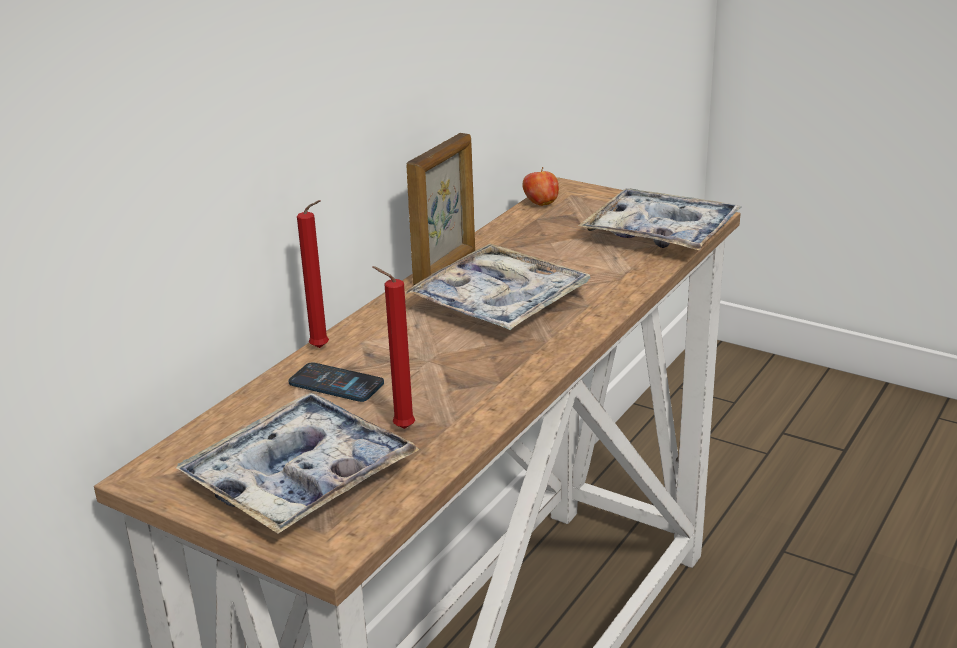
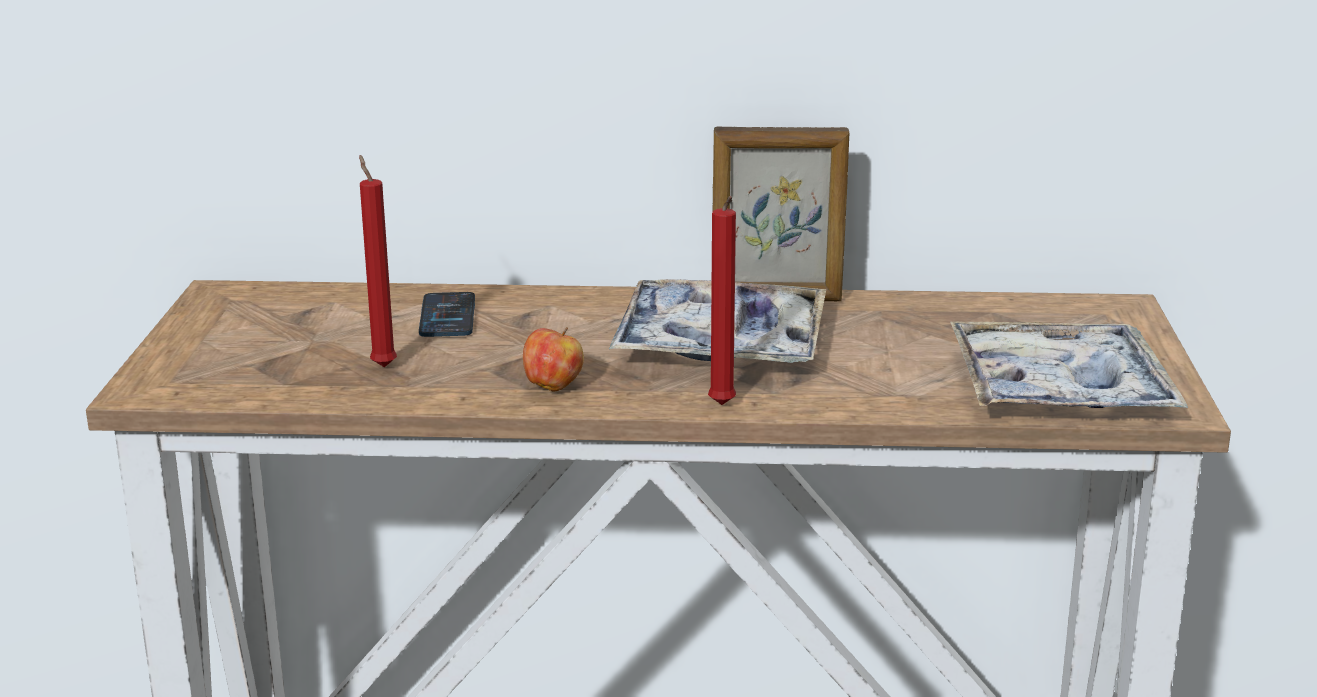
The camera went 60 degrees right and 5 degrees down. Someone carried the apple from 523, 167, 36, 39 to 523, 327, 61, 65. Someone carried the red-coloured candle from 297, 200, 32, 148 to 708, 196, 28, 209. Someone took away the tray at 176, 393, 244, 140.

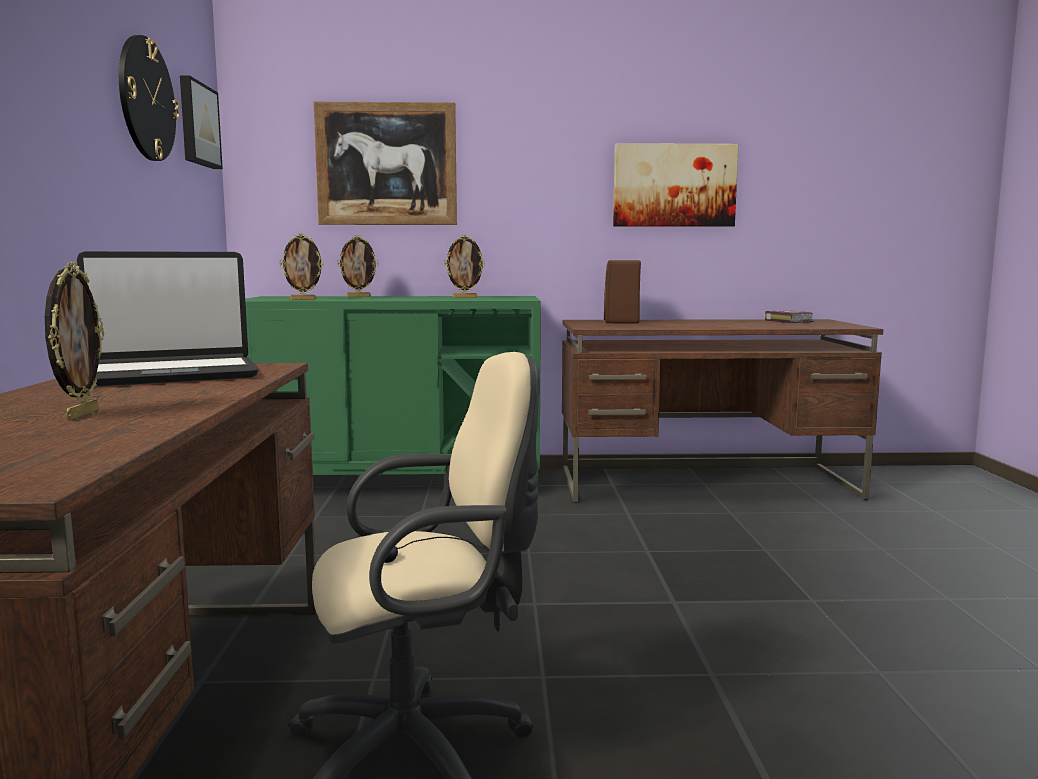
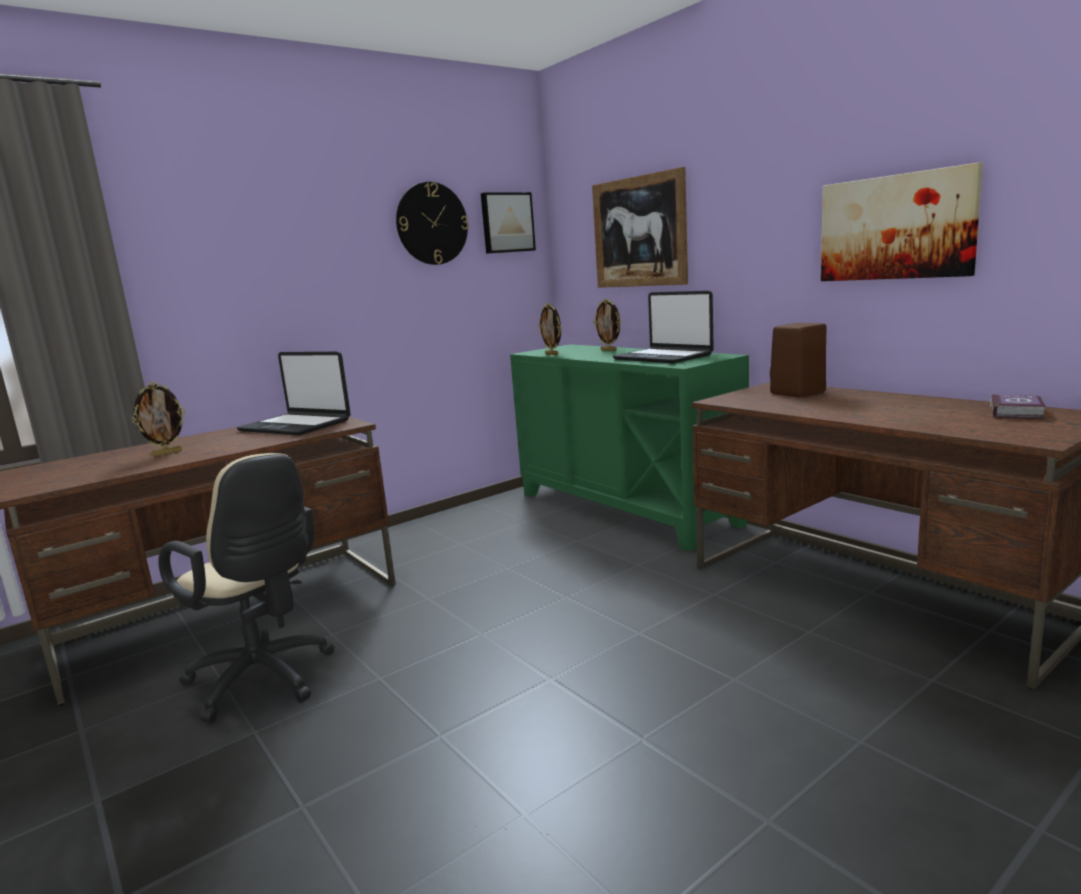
The camera went 55 degrees right and 5 degrees up. Someone swapped the picture frame at 444, 234, 41, 64 for the laptop at 613, 291, 101, 73.

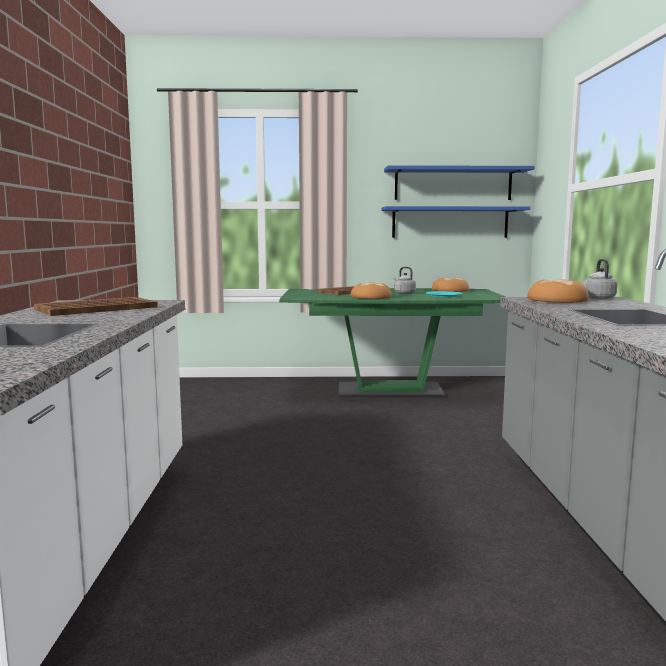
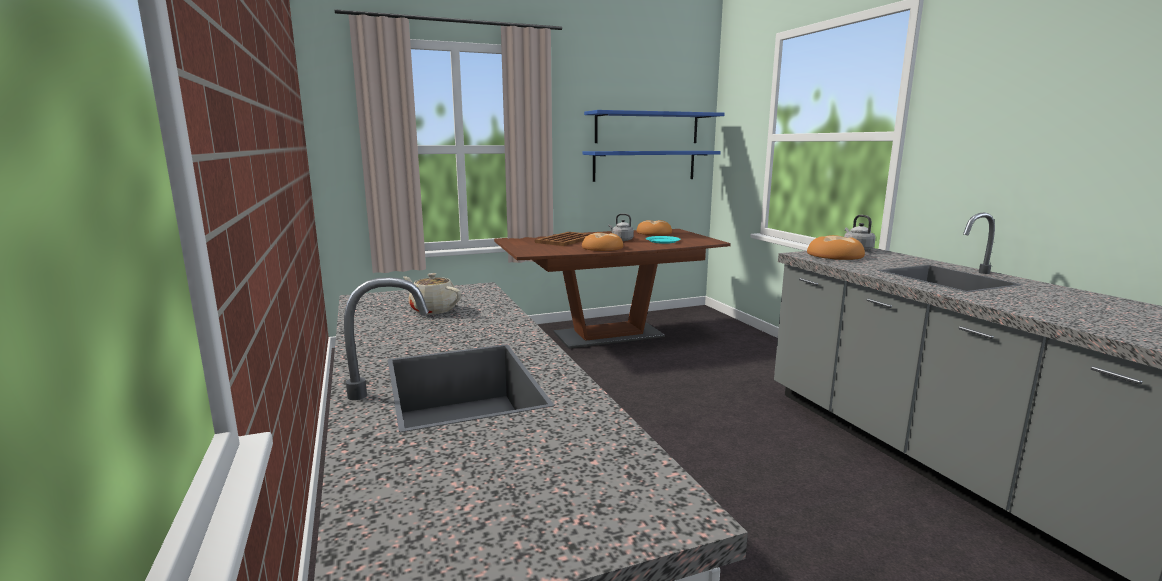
The camera went 20 degrees left and 5 degrees up. Someone swapped the brown tray at 34, 297, 124, 19 for the beige-coloured pot for tea at 403, 273, 58, 41. Someone repainted the green-coloured kitchen table at 279, 288, 227, 109, which became the brown kitchen table at 494, 229, 237, 120.

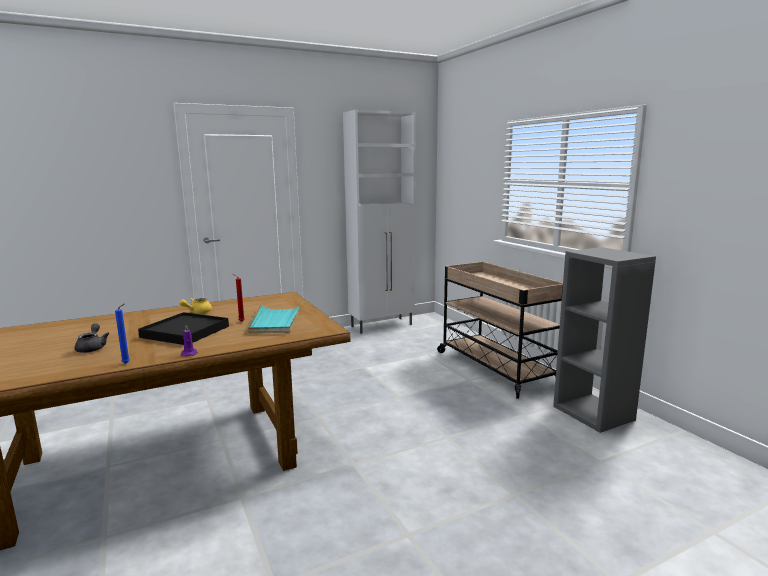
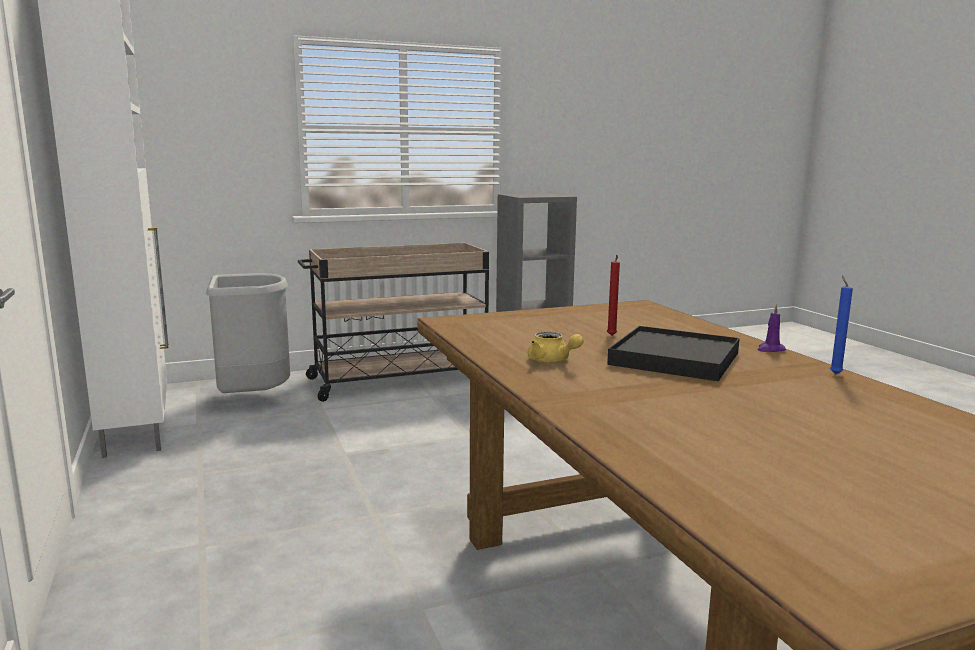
The camera went 85 degrees left and 0 degrees up. Someone put down the grey rubbish bin at 206, 273, 84, 120. Someone took away the grey pot for tea at 75, 323, 34, 30. Someone took away the turquoise tray at 248, 302, 55, 32.

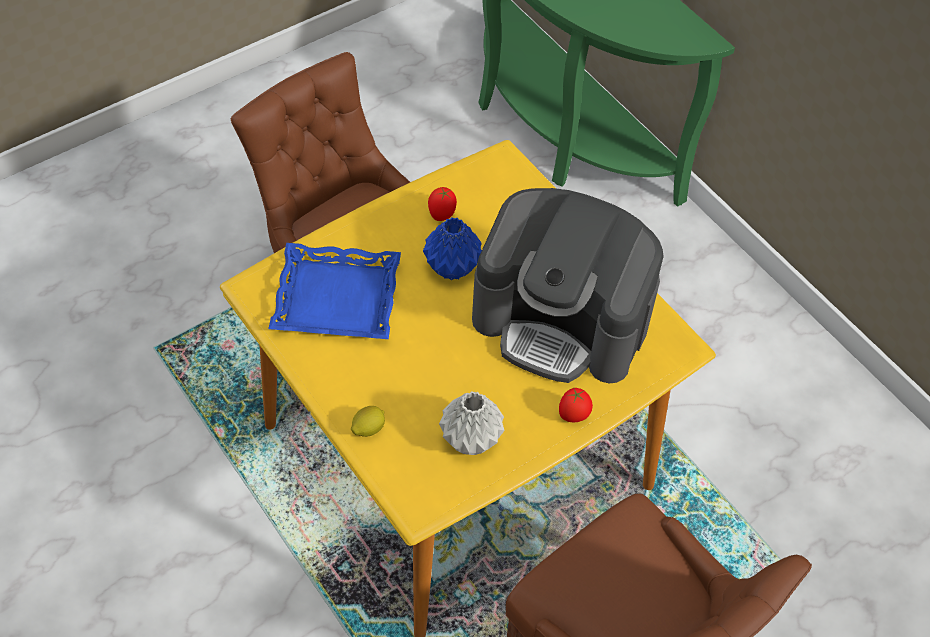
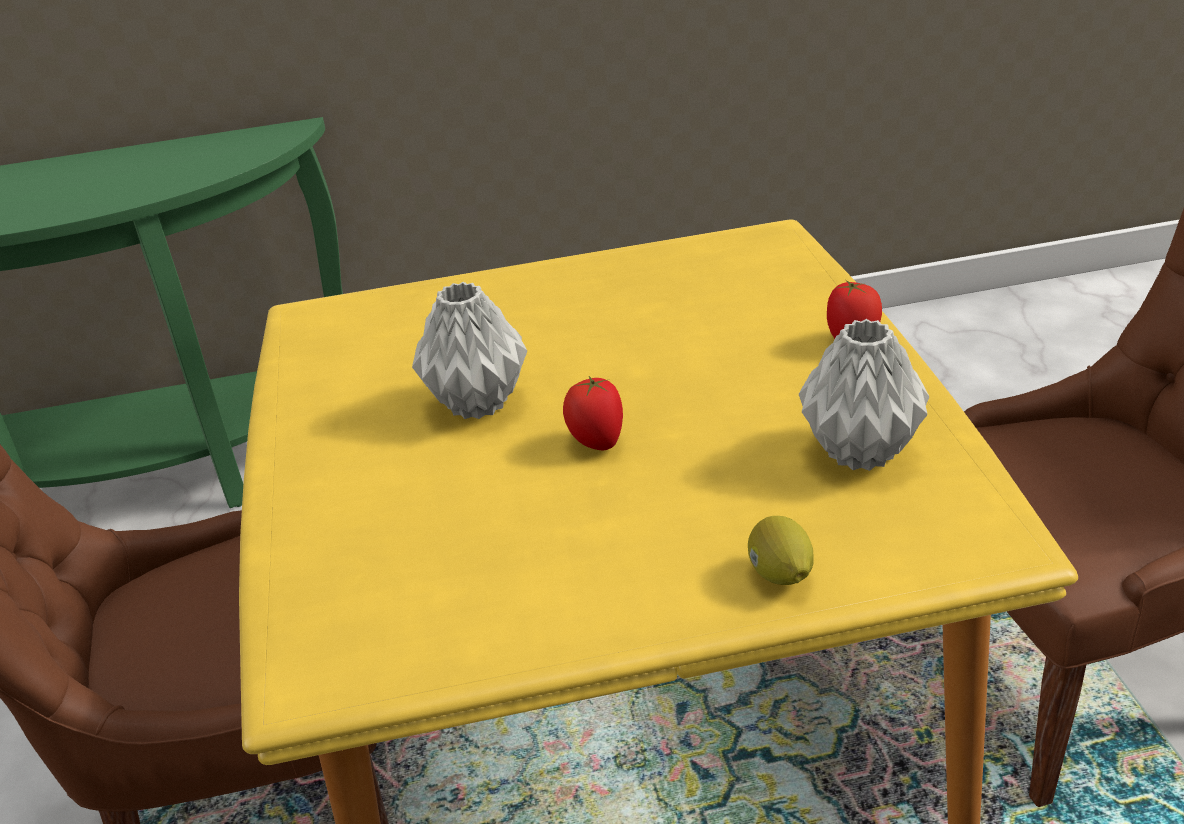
The camera went 60 degrees left and 20 degrees down. Someone repainted the blue-coloured vase at 423, 217, 59, 63, which became the grey vase at 412, 282, 115, 137. Someone carried the whole tomato from 428, 187, 29, 34 to 563, 376, 60, 74. Someone took away the blue-coloured tray at 268, 243, 133, 96. Someone took away the coffee brewer at 472, 188, 192, 196.

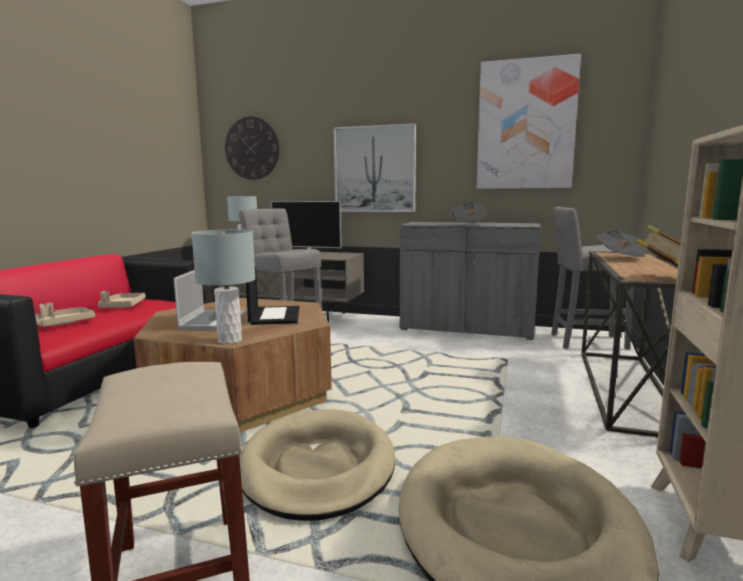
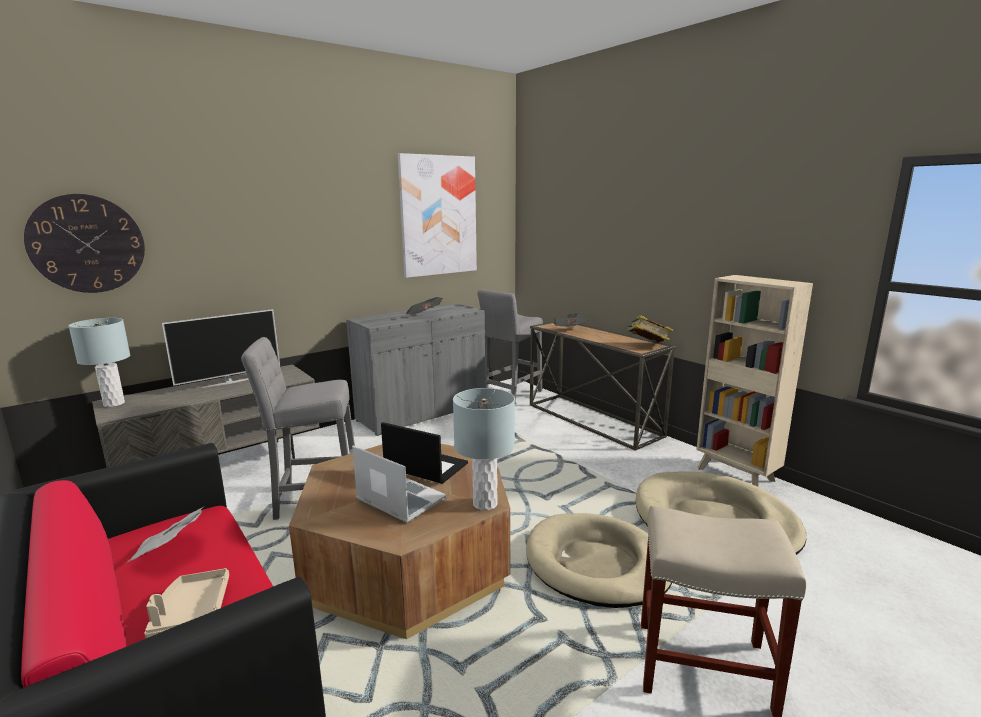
The camera went 55 degrees left and 5 degrees up. Someone swapped the beige-coloured tray at 98, 291, 48, 17 for the daily paper at 126, 507, 77, 56. Someone took away the picture at 334, 123, 82, 89.

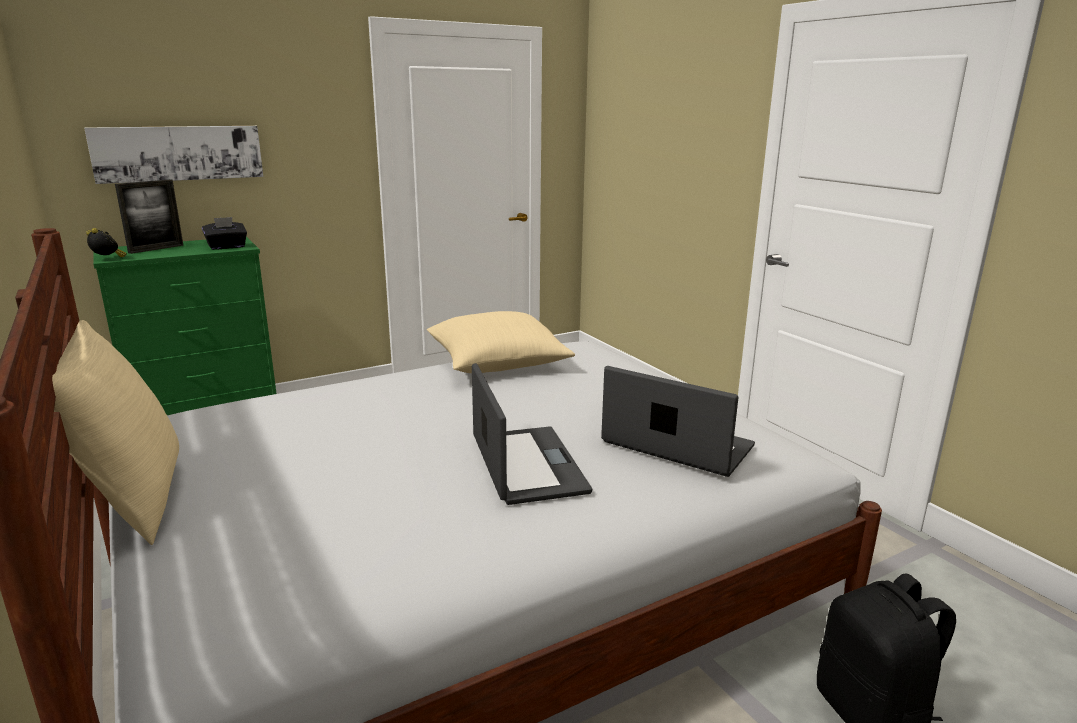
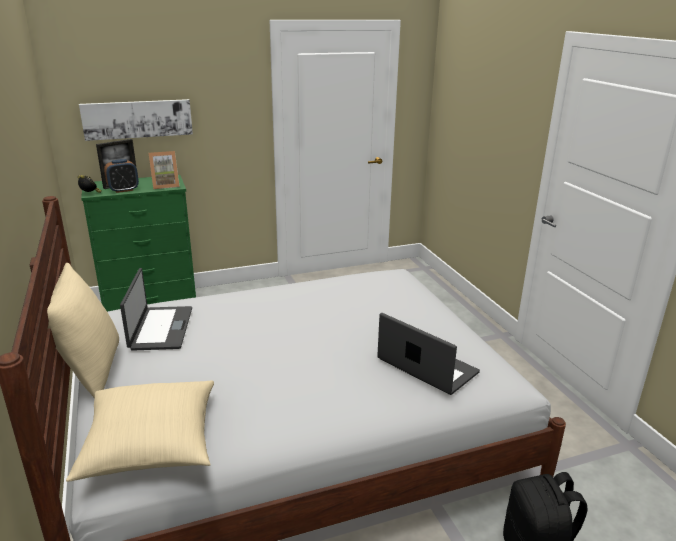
The camera went 10 degrees right and 5 degrees up. Someone carried the beige-coloured throw pillow from 427, 311, 148, 62 to 66, 380, 148, 102. Someone put down the alarm clock at 104, 159, 35, 34. Someone carried the laptop from 472, 363, 120, 142 to 120, 268, 72, 83. Someone swapped the blackish tissue box at 202, 217, 45, 33 for the picture frame at 148, 151, 32, 38.

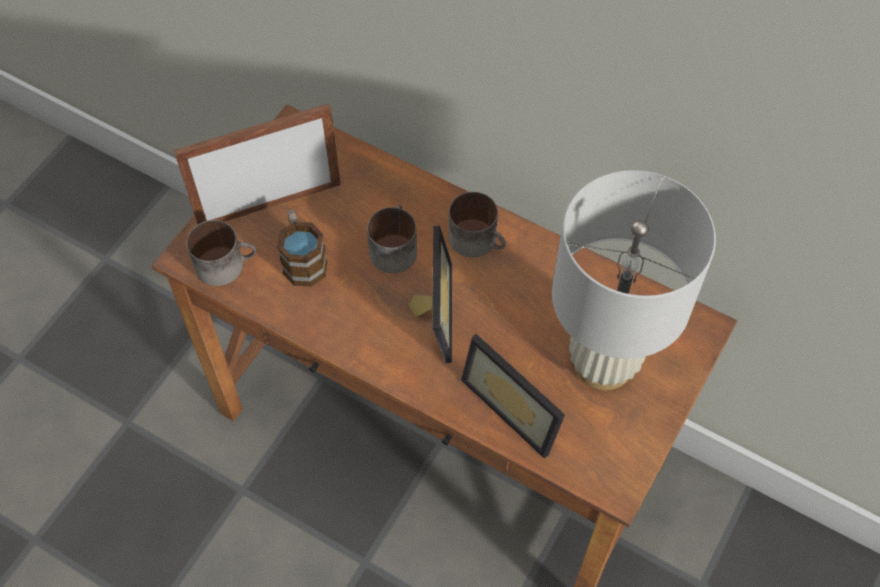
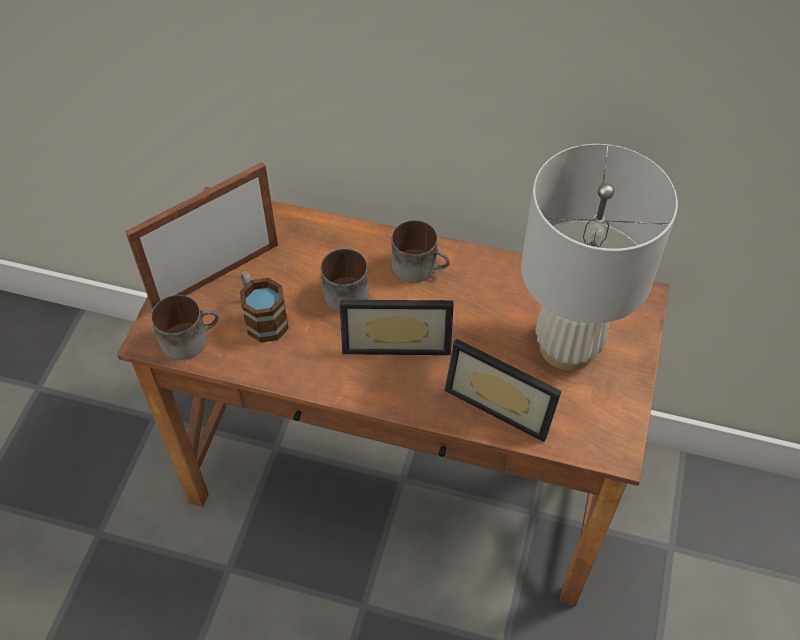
The camera went 15 degrees left and 5 degrees down. Someone rotated the picture frame at 409, 225, 43, 138 by 105 degrees clockwise.

